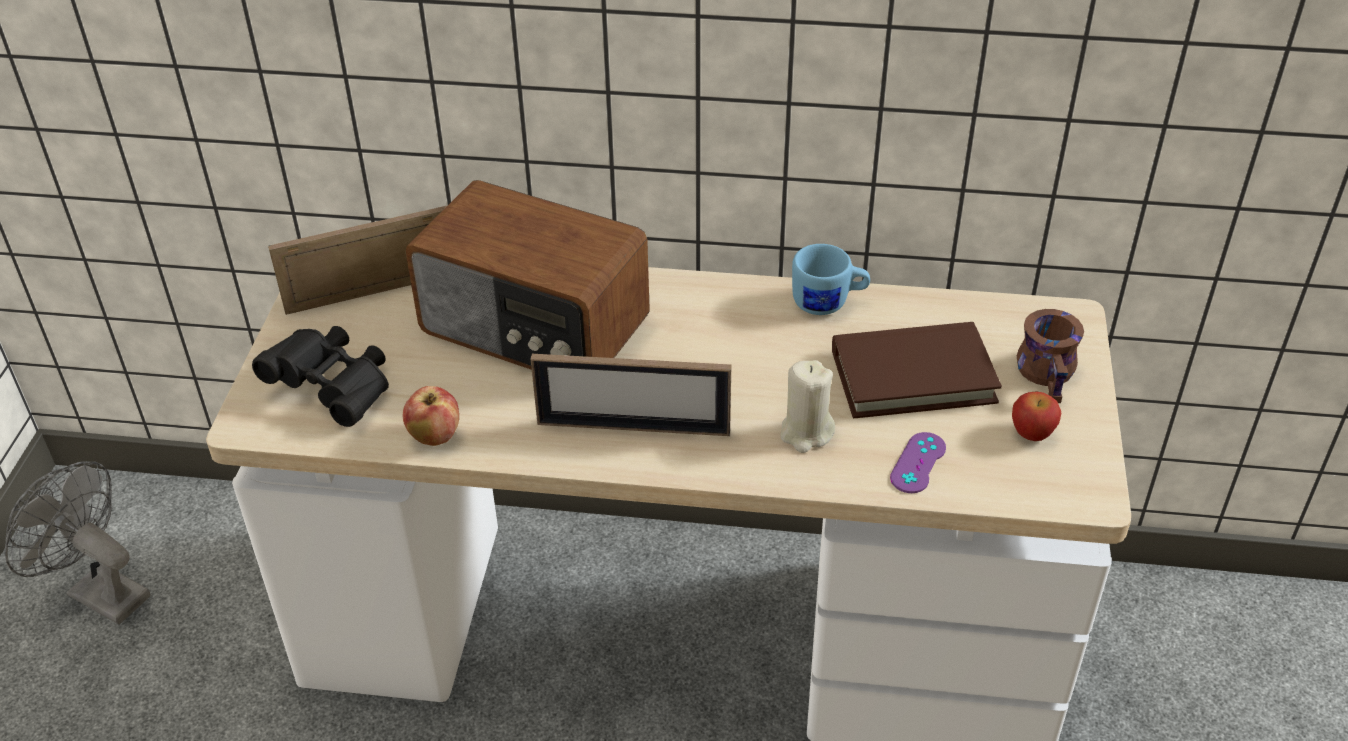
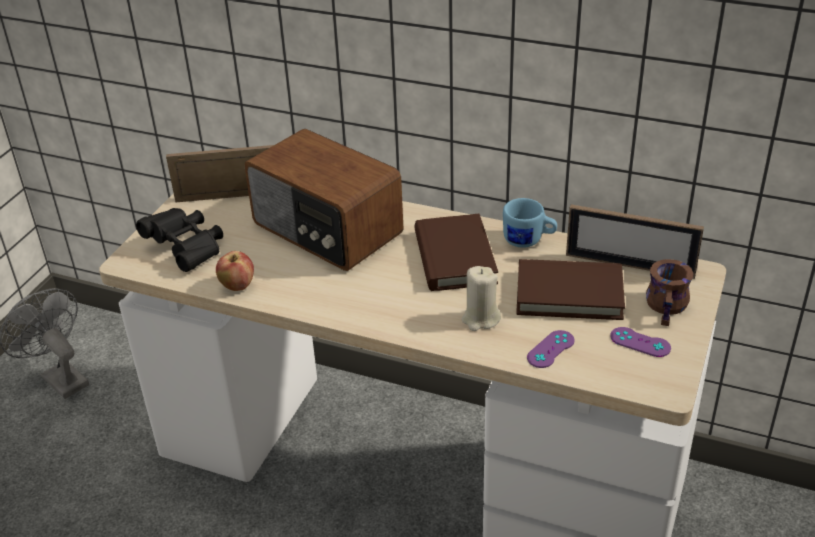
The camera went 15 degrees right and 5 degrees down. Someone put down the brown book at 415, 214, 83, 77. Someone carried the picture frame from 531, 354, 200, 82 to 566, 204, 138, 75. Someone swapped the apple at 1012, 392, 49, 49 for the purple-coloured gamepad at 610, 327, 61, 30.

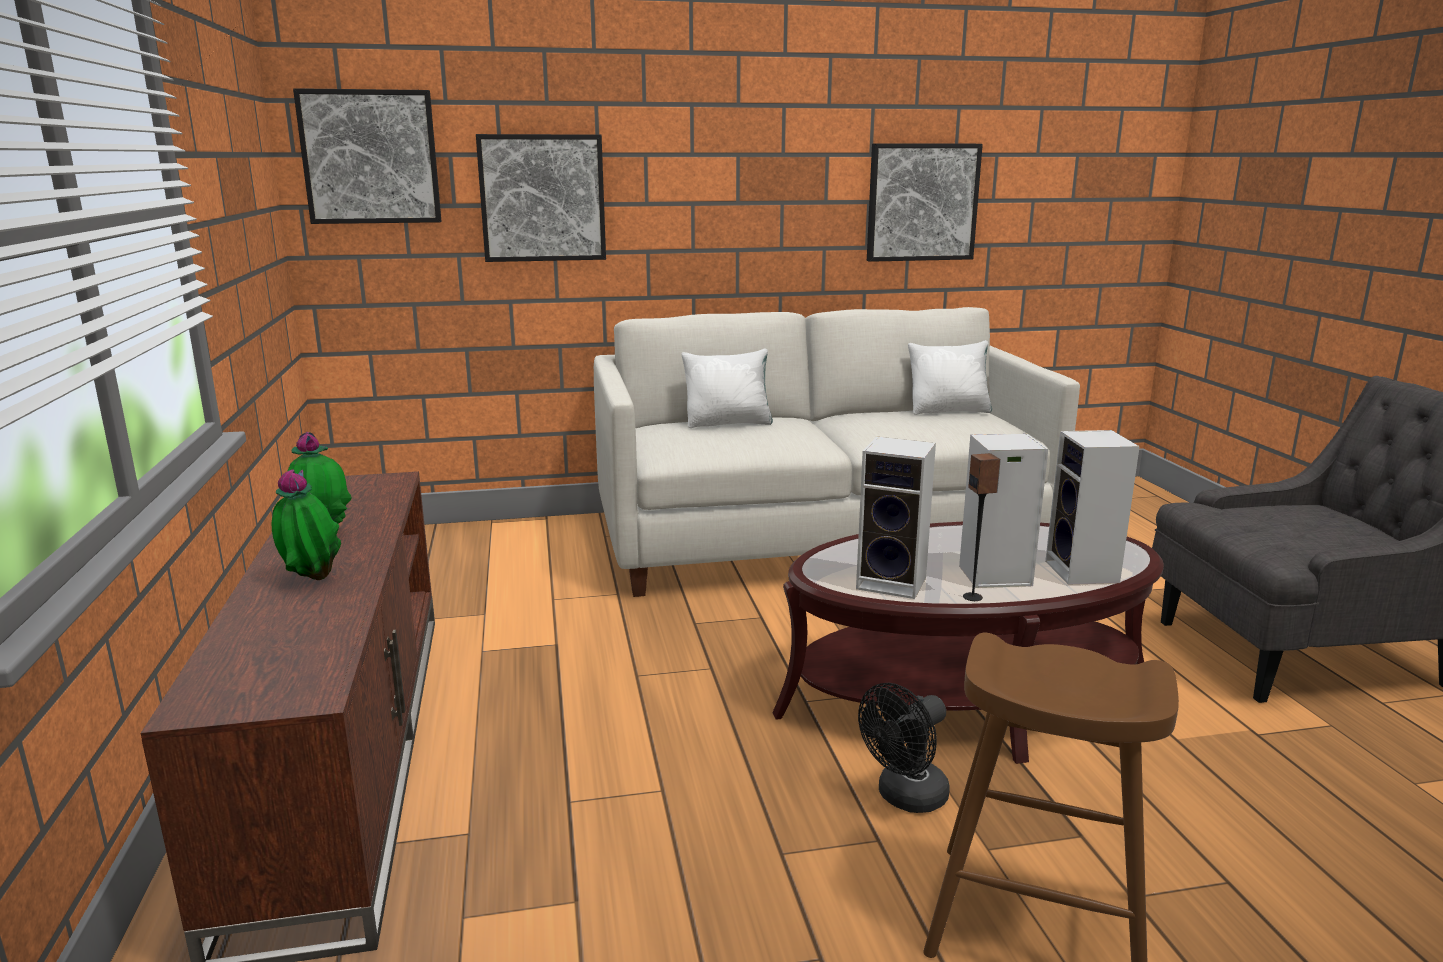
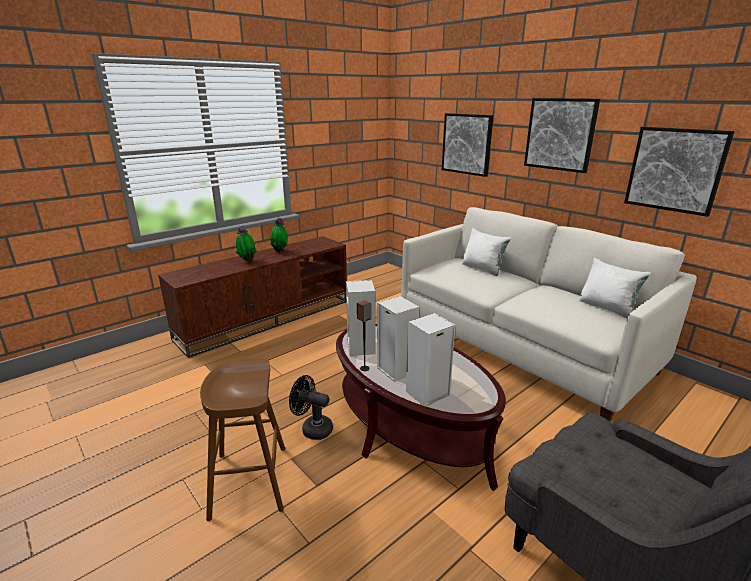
The camera went 60 degrees right and 5 degrees up. Someone carried the picture from 293, 88, 149, 136 to 524, 98, 76, 75.

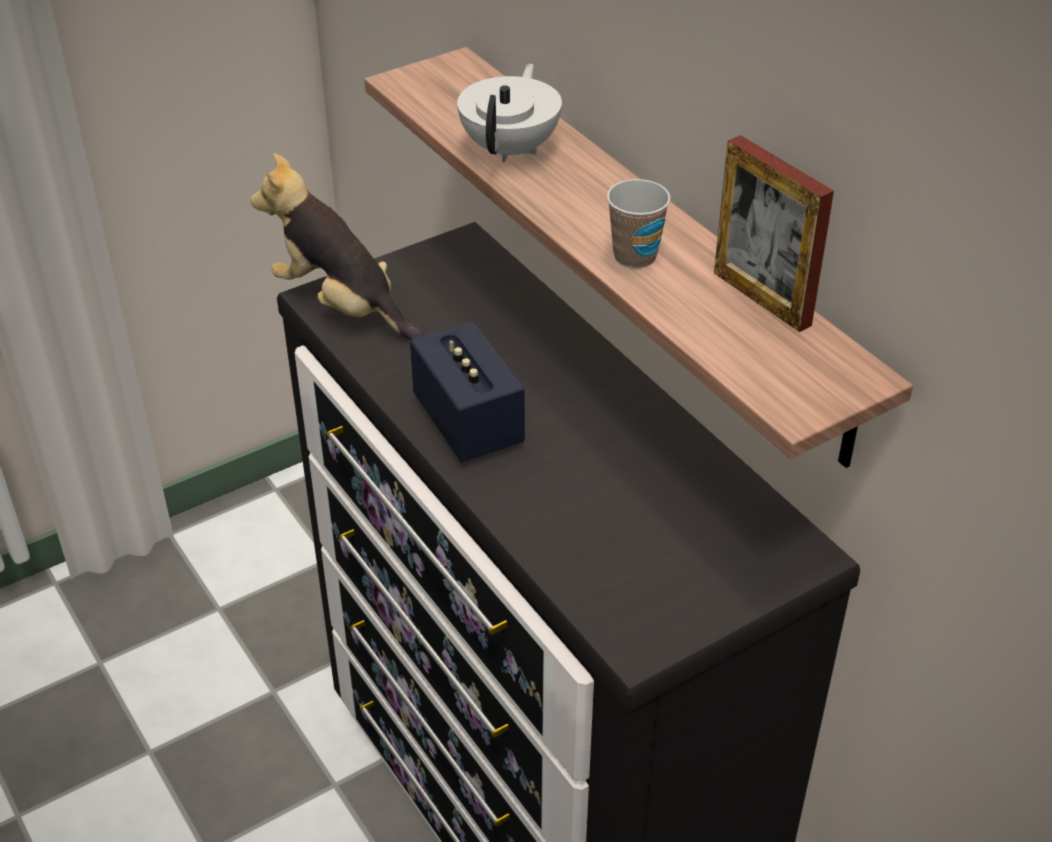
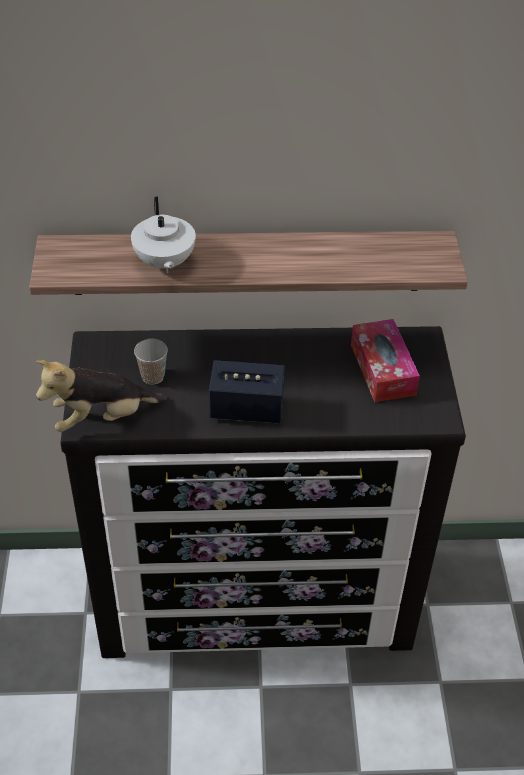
The camera went 60 degrees left and 5 degrees up. Someone rotated the white-coloured pot for tea at 457, 64, 105, 98 by 150 degrees counterclockwise. Someone carried the small cup from 607, 179, 64, 89 to 134, 339, 34, 46. Someone put down the tissue box at 351, 319, 69, 83. Someone took away the picture frame at 714, 135, 120, 197.

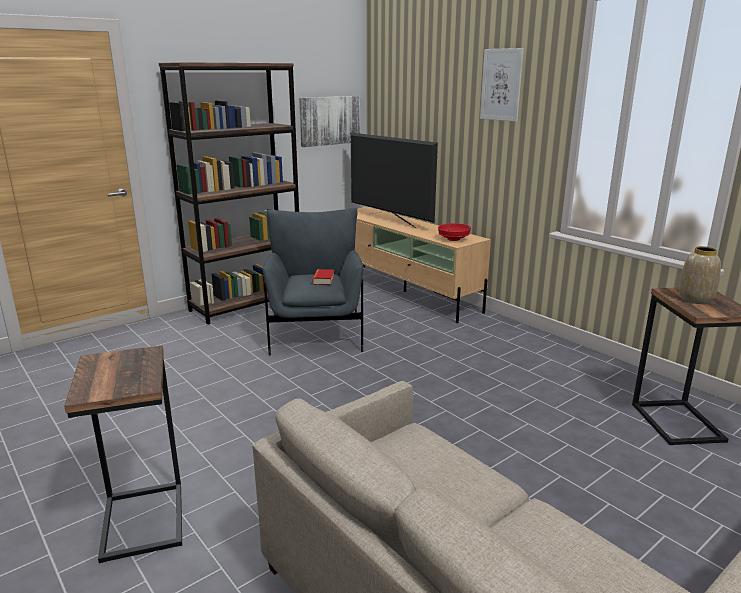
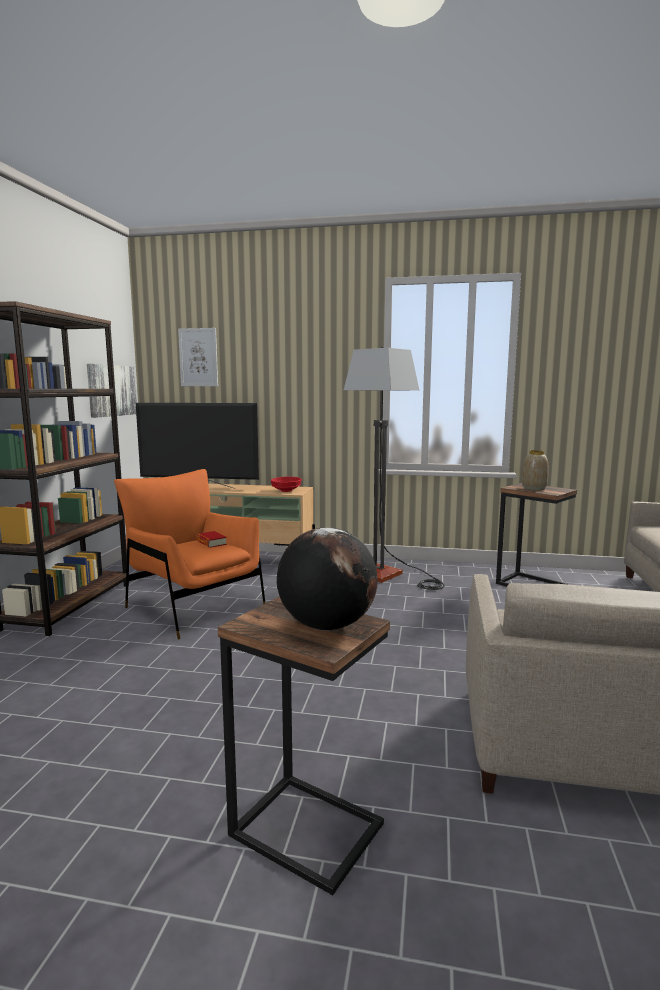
The camera went 40 degrees left and 10 degrees down. Someone repainted the grey easy chair at 263, 208, 101, 148, which became the orangey easy chair at 114, 469, 151, 171. Someone carried the picture from 480, 48, 44, 74 to 178, 328, 40, 58. Someone put down the world globe at 277, 527, 101, 104. Someone put down the floor lamp at 344, 347, 100, 243.

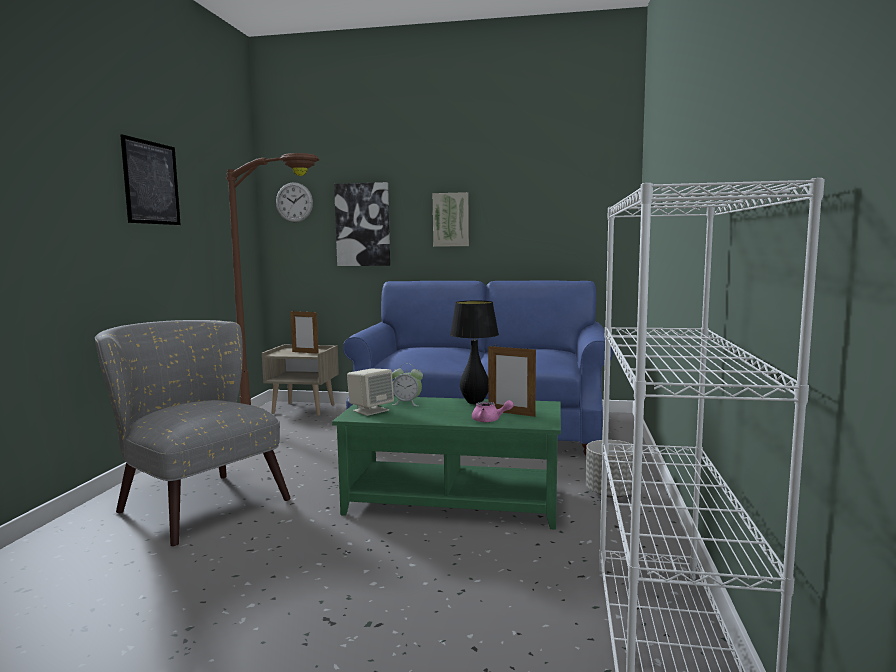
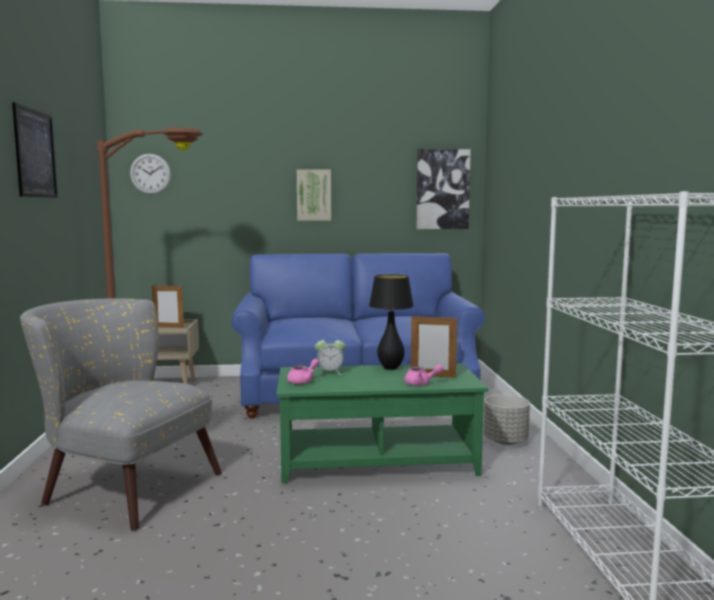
The camera went 15 degrees left and 0 degrees up. Someone swapped the beige-coloured audio speaker at 347, 369, 47, 47 for the pink-coloured pot for tea at 287, 359, 32, 25. Someone carried the picture from 334, 182, 56, 84 to 416, 149, 55, 80.

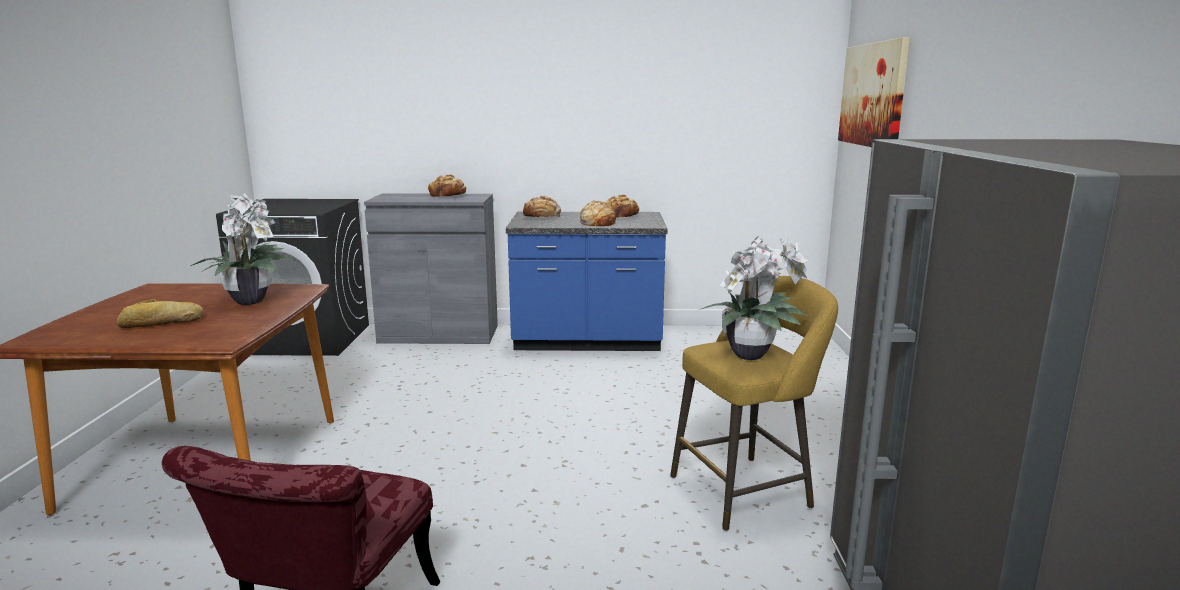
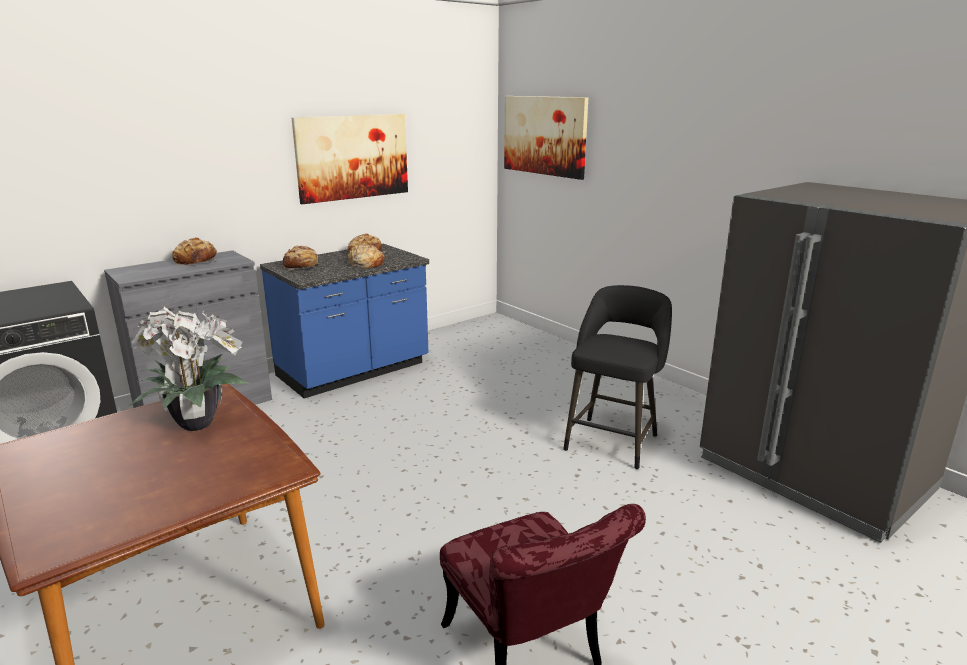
The camera went 40 degrees left and 5 degrees up. Someone put up the picture at 292, 114, 116, 90. Someone repainted the yellow stool seat at 670, 276, 168, 255, which became the blackish stool seat at 563, 285, 109, 185. Someone took away the bread at 117, 299, 87, 29. Someone took away the plant in a pot at 699, 237, 109, 123.

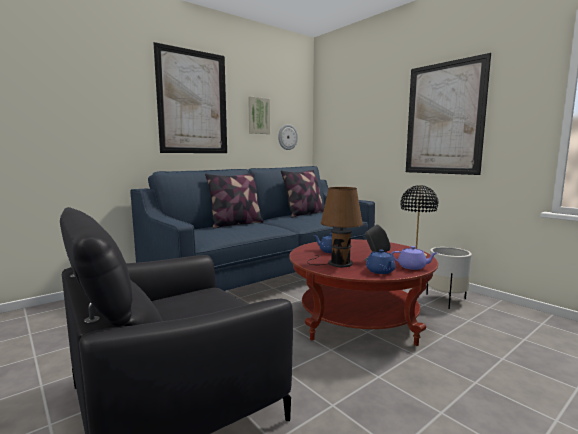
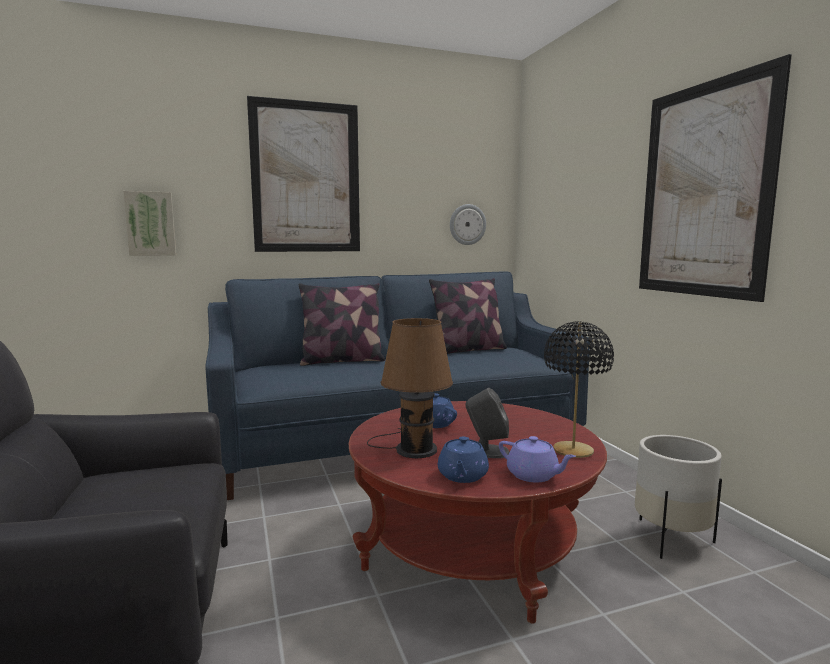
The camera went 20 degrees right and 0 degrees up. Someone carried the picture from 248, 96, 22, 38 to 123, 191, 53, 65.

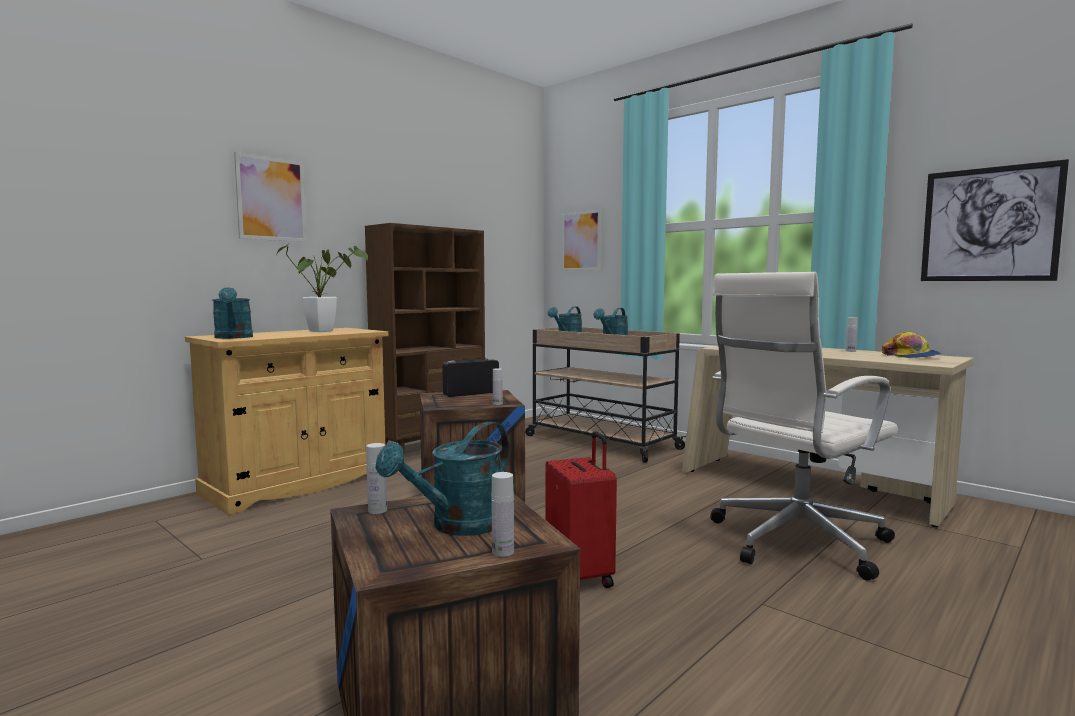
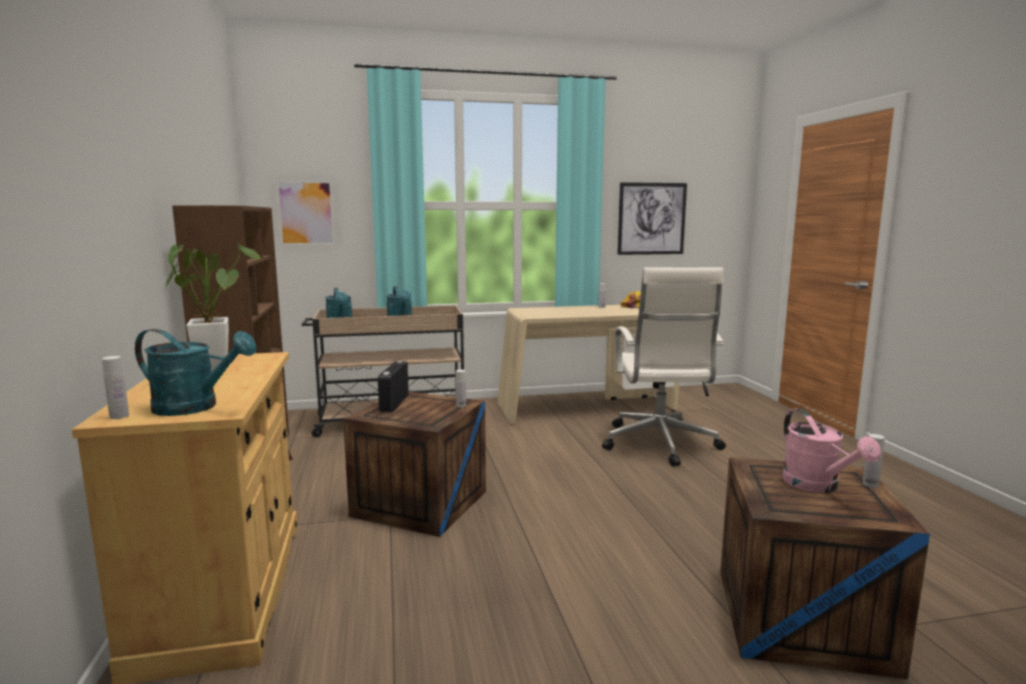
The camera went 55 degrees left and 5 degrees up. Someone carried the white-coloured drink bottle from 366, 443, 21, 71 to 102, 356, 27, 63. Someone repainted the turquoise watering can at 375, 422, 134, 114, which became the pink-coloured watering can at 782, 408, 99, 85. Someone took away the picture at 234, 152, 73, 90. Someone took away the red-coloured piece of luggage at 545, 431, 72, 157.

